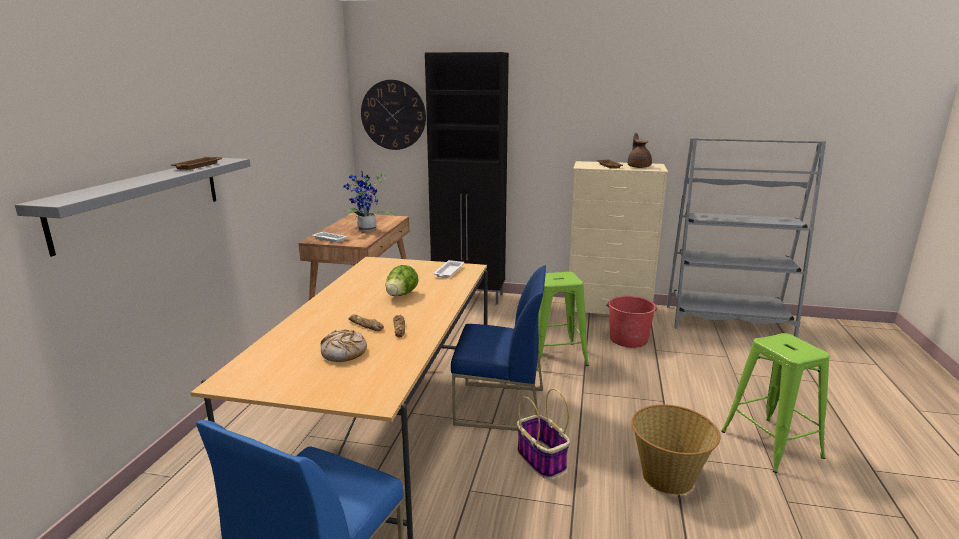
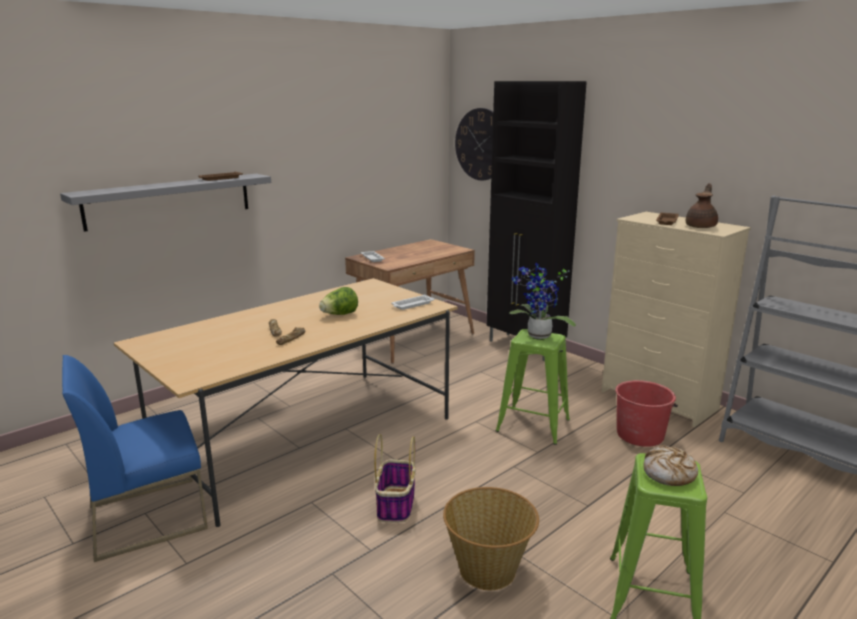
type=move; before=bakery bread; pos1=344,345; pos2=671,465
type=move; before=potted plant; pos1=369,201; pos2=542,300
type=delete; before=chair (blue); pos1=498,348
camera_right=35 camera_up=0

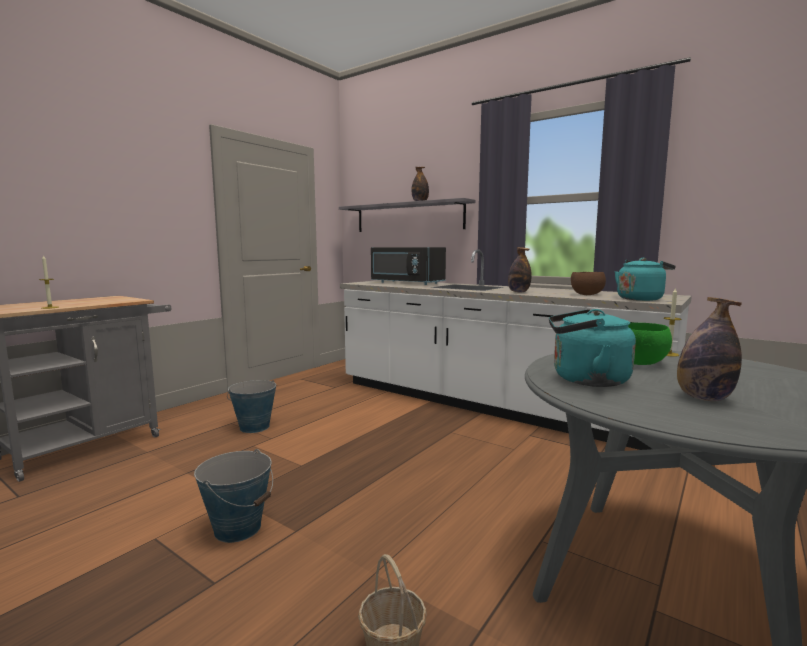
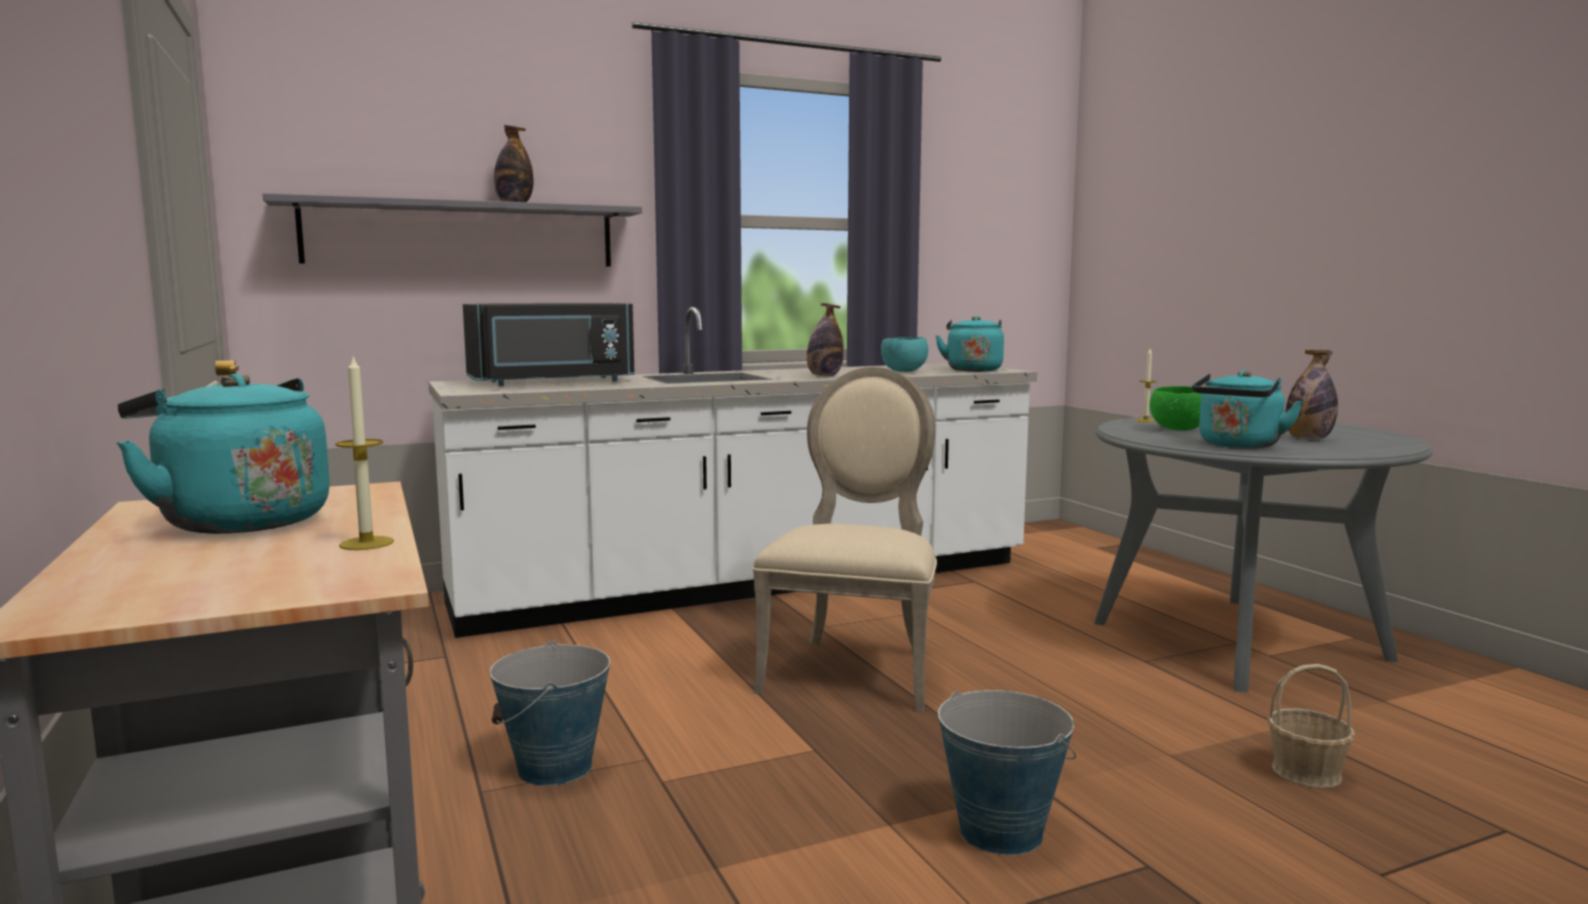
type=recolor; before=bowl (brown-coloured); after=bowl (turquoise-coloured); pos1=588,283; pos2=904,354
type=insert; after=kettle (turquoise-coloured); pos2=223,454
type=insert; after=chair (sand-coloured); pos2=844,539
camera_right=-60 camera_up=0

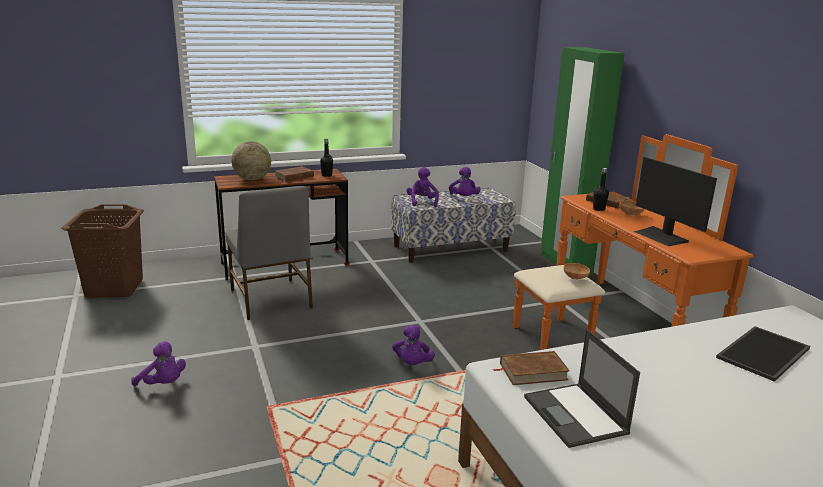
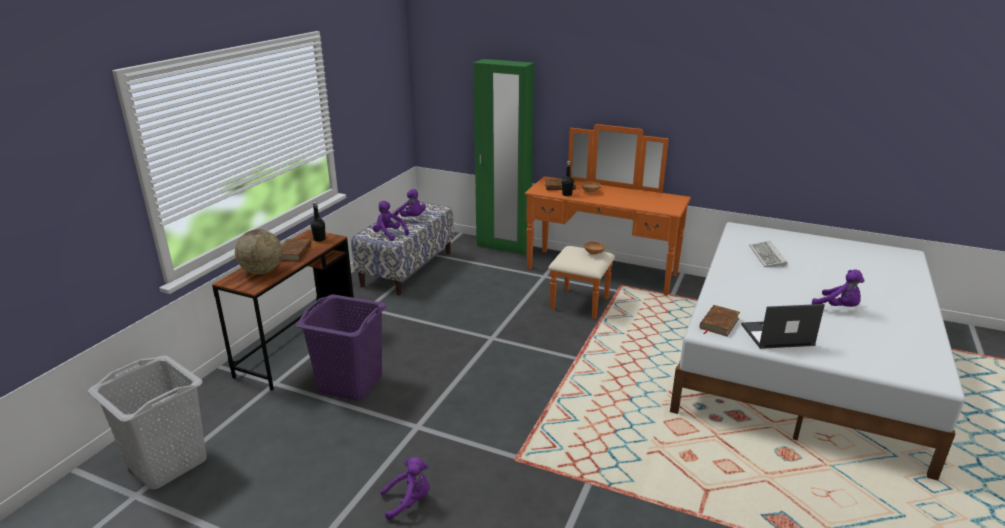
type=recolor; before=hamper (brown-coloured); after=hamper (gray); pos1=102,251; pos2=147,423
type=replace; before=chair (gray); after=hamper (purple-coloured); pos1=269,253; pos2=341,347
type=move; before=plush toy (purple-coloured); pos1=413,345; pos2=838,288
type=rotate; before=portable computer; pos1=582,388; pos2=783,326; turn=150
type=delete; before=monitor; pos1=675,202
type=replace; before=carrying tray; after=keyboard; pos1=763,354; pos2=768,254
camera_right=-45 camera_up=5

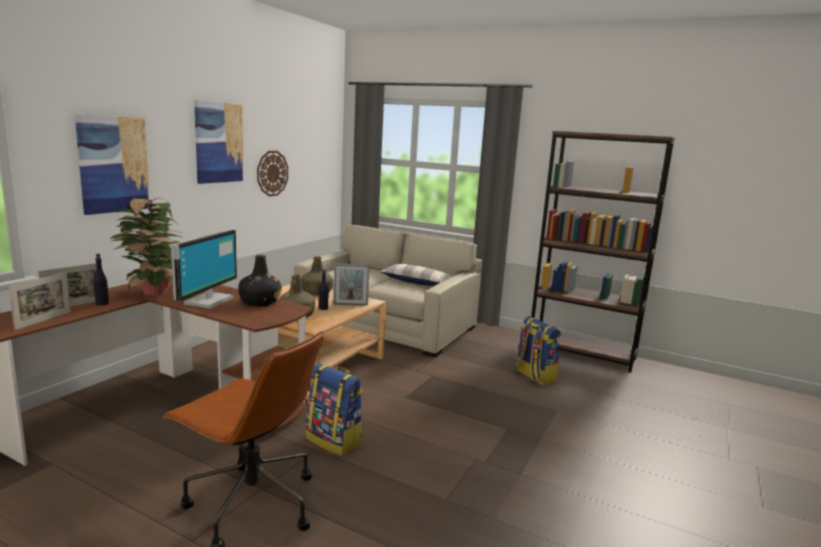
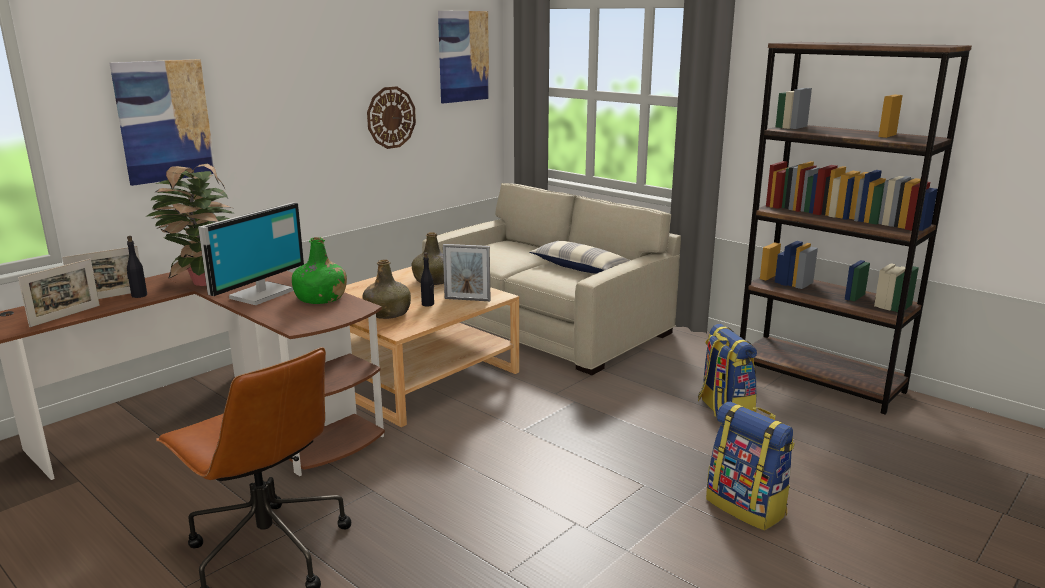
type=move; before=picture; pos1=219,142; pos2=463,57
type=recolor; before=drink bottle (black); after=drink bottle (greenish); pos1=260,281; pos2=319,270
type=move; before=rucksack; pos1=334,410; pos2=750,466
camera_right=15 camera_up=5

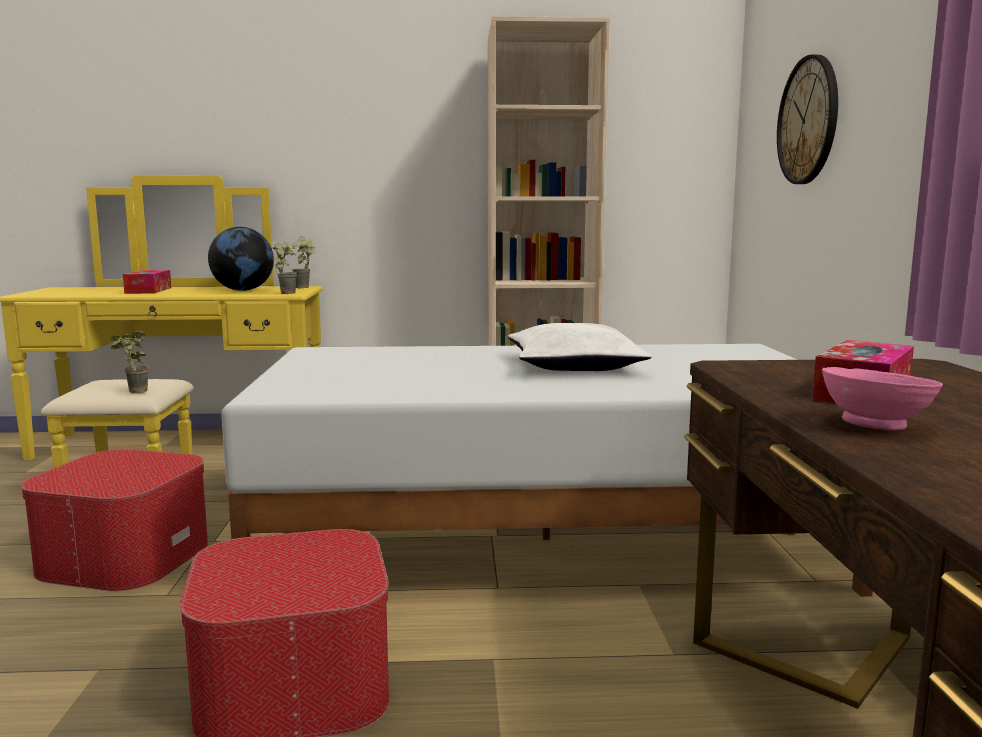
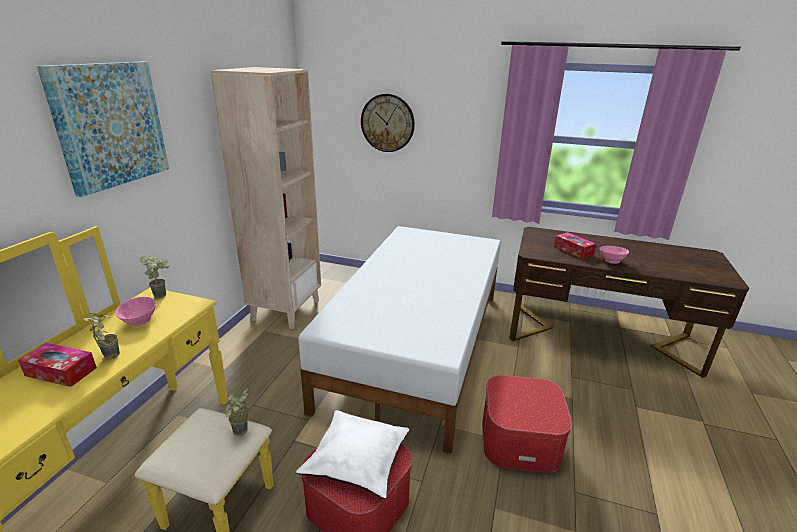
type=replace; before=world globe; after=bowl (pink); pos1=241,259; pos2=135,311
type=move; before=potted plant; pos1=284,266; pos2=101,336
type=move; before=cushion (whitish); pos1=580,347; pos2=353,454
type=insert; after=picture; pos2=103,129
camera_right=-70 camera_up=15

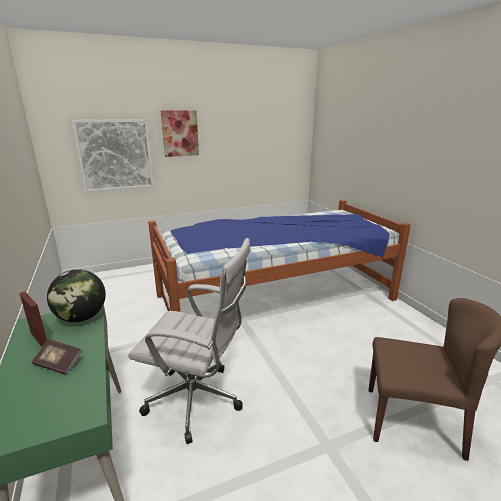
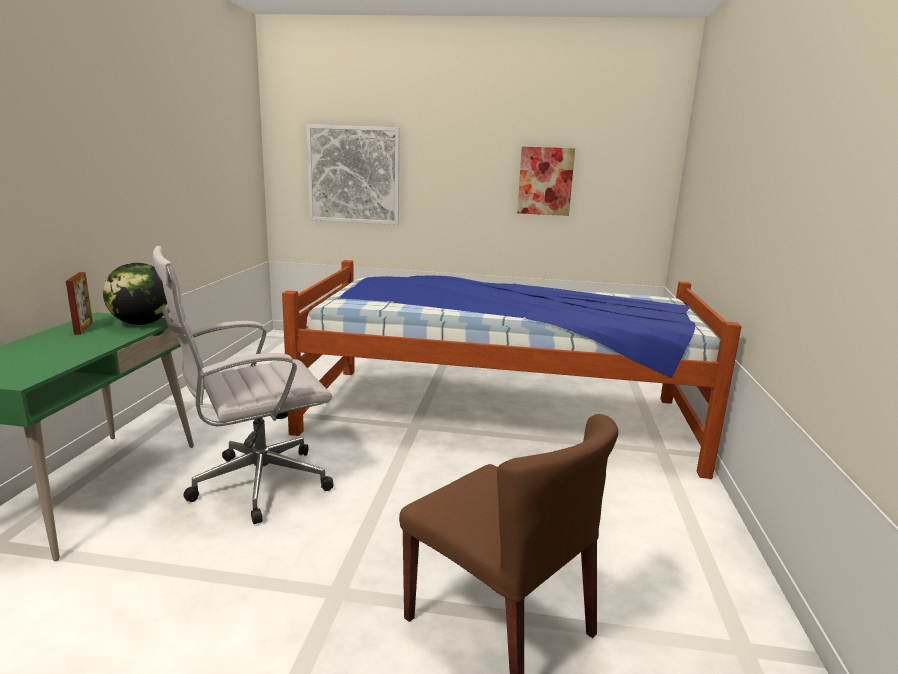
type=delete; before=bound book; pos1=57,357
type=rotate; before=desk chair (whitish); pos1=189,341; pos2=243,385; turn=105
type=move; before=picture; pos1=180,133; pos2=546,181
camera_right=30 camera_up=-5

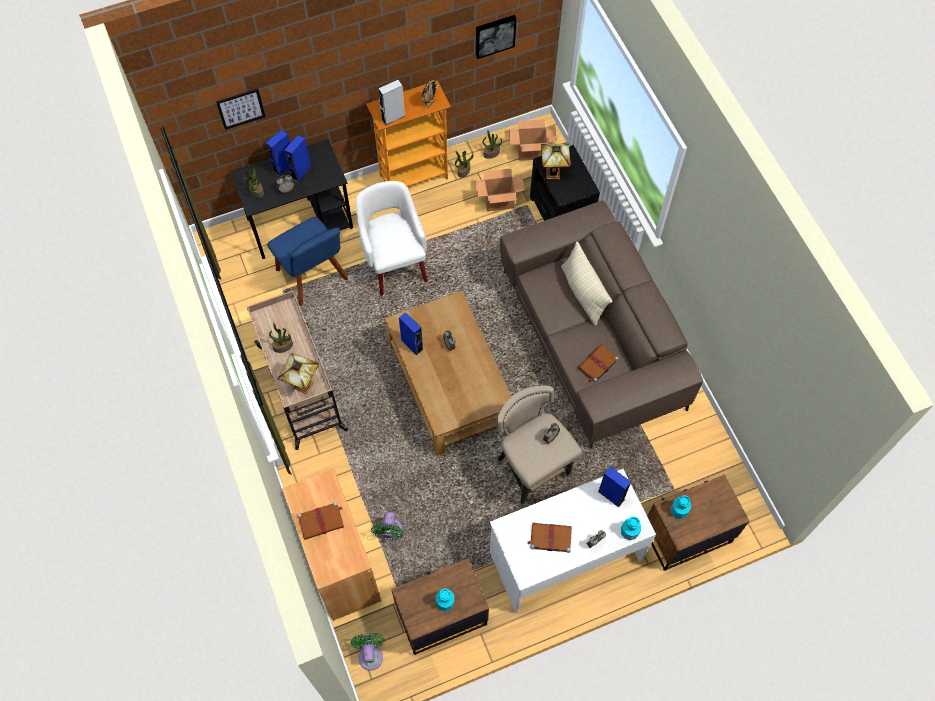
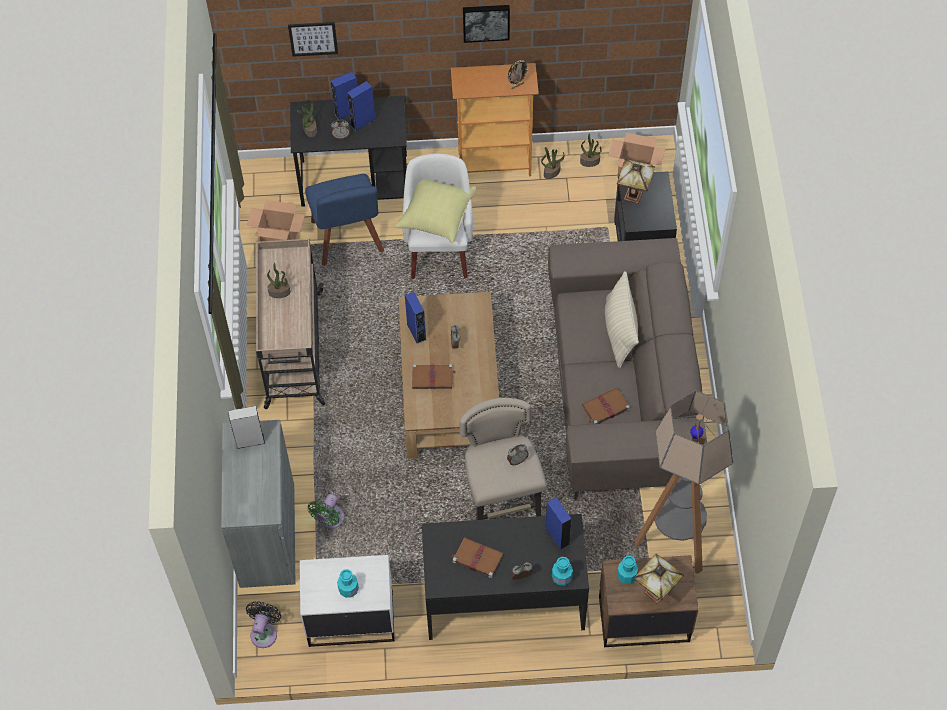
type=move; before=table lamp; pos1=298,373; pos2=659,579
type=recolor; before=cupboard (brown-coloured); after=cupboard (gray); pos1=331,545; pos2=258,504
type=move; before=bound book (brown-coloured); pos1=320,521; pos2=434,376
type=recolor; before=fan (greenish); after=fan (black); pos1=368,652; pos2=263,625
type=move; before=speaker (gray); pos1=391,102; pos2=247,427
type=recolor; before=night table (brown-coloured); after=night table (whitish); pos1=440,606; pos2=347,601
type=move; before=packing box; pos1=500,190; pos2=276,220
type=move; before=picture; pos1=496,37; pos2=486,24
type=recolor; before=desk unit (whitish); after=desk unit (black); pos1=573,541; pos2=505,577
type=insert; after=cushion (yellow-coloured); pos2=435,211
type=insert; after=standard lamp; pos2=684,482
camera_right=20 camera_up=-5

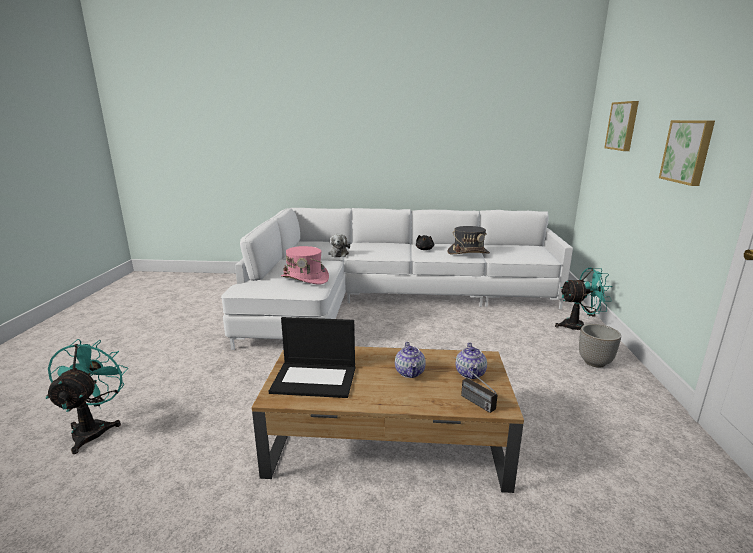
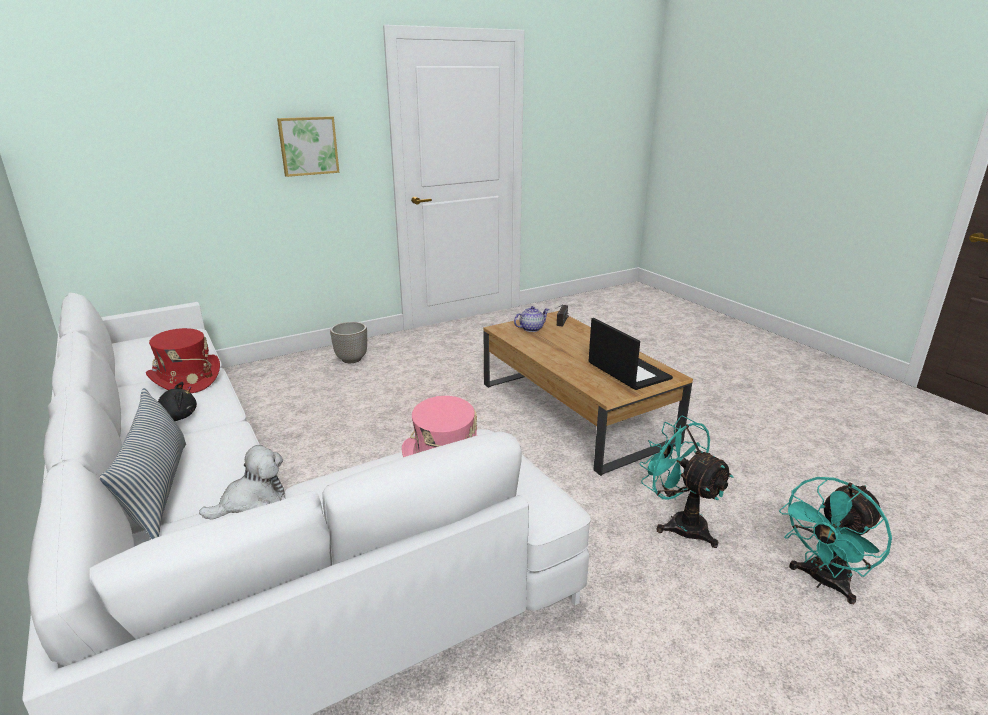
type=delete; before=pot for tea; pos1=410,360
type=recolor; before=hat (gray); after=hat (red); pos1=468,240; pos2=183,360
type=move; before=fan (turquoise-coloured); pos1=584,299; pos2=686,482
type=delete; before=picture; pos1=621,126
type=insert; after=cushion; pos2=142,463
camera_right=-125 camera_up=5

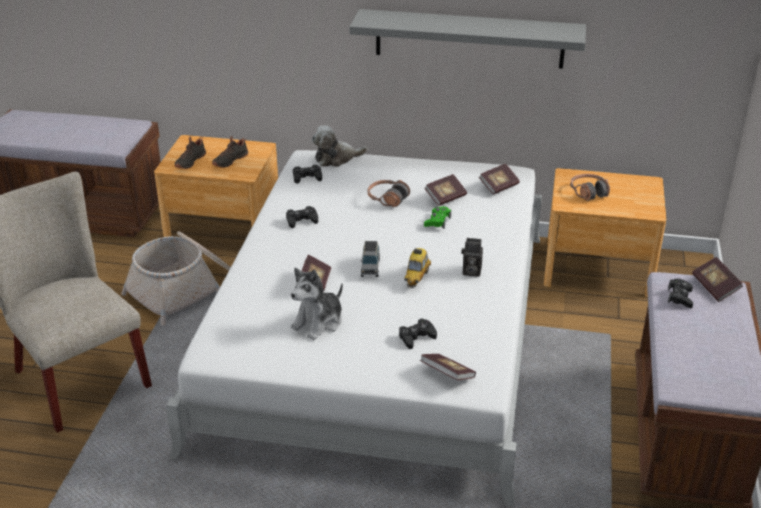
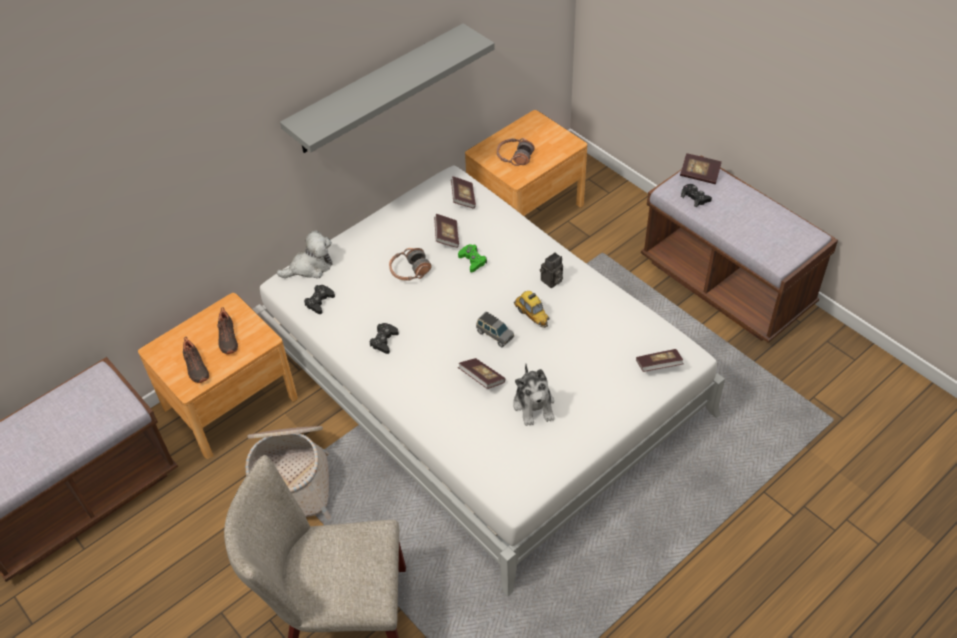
type=rotate; before=plush toy; pos1=339,146; pos2=304,254; turn=-135
type=delete; before=game controller (black); pos1=418,333
camera_right=-50 camera_up=15

